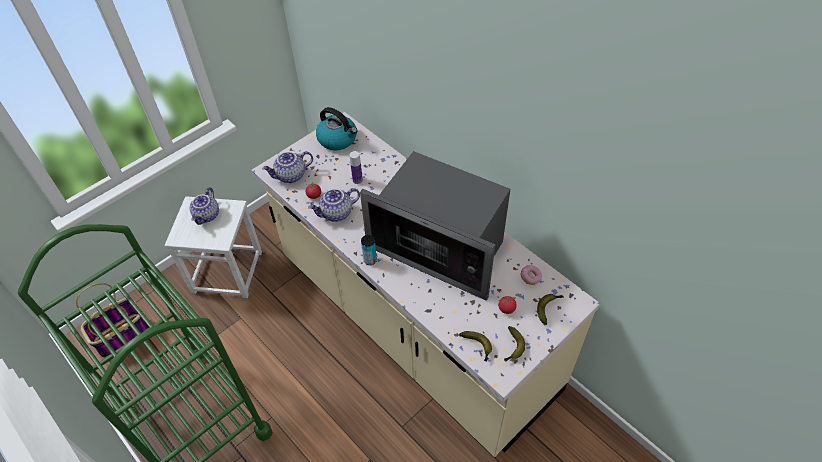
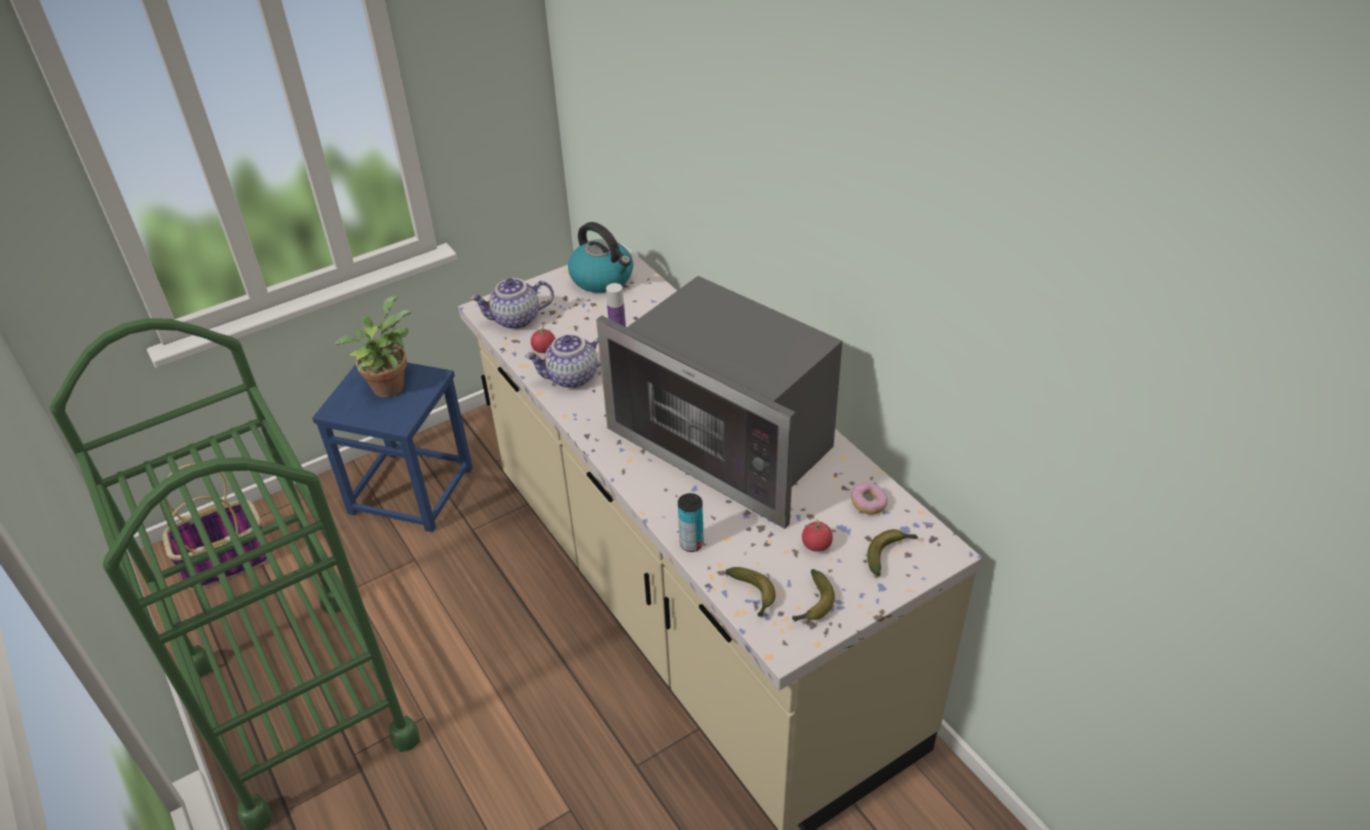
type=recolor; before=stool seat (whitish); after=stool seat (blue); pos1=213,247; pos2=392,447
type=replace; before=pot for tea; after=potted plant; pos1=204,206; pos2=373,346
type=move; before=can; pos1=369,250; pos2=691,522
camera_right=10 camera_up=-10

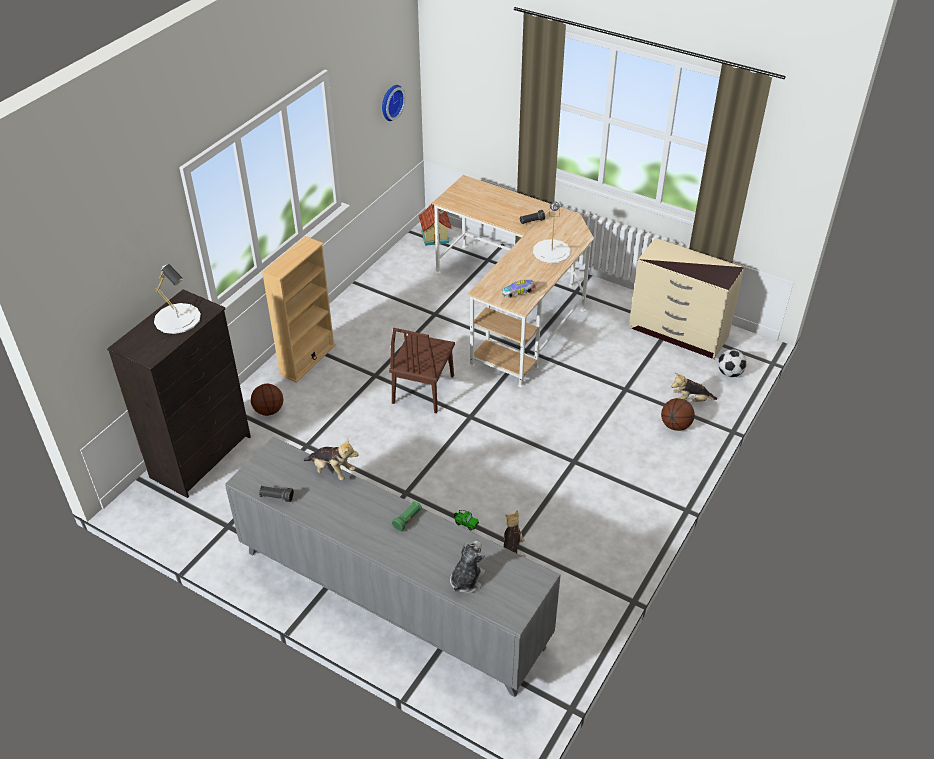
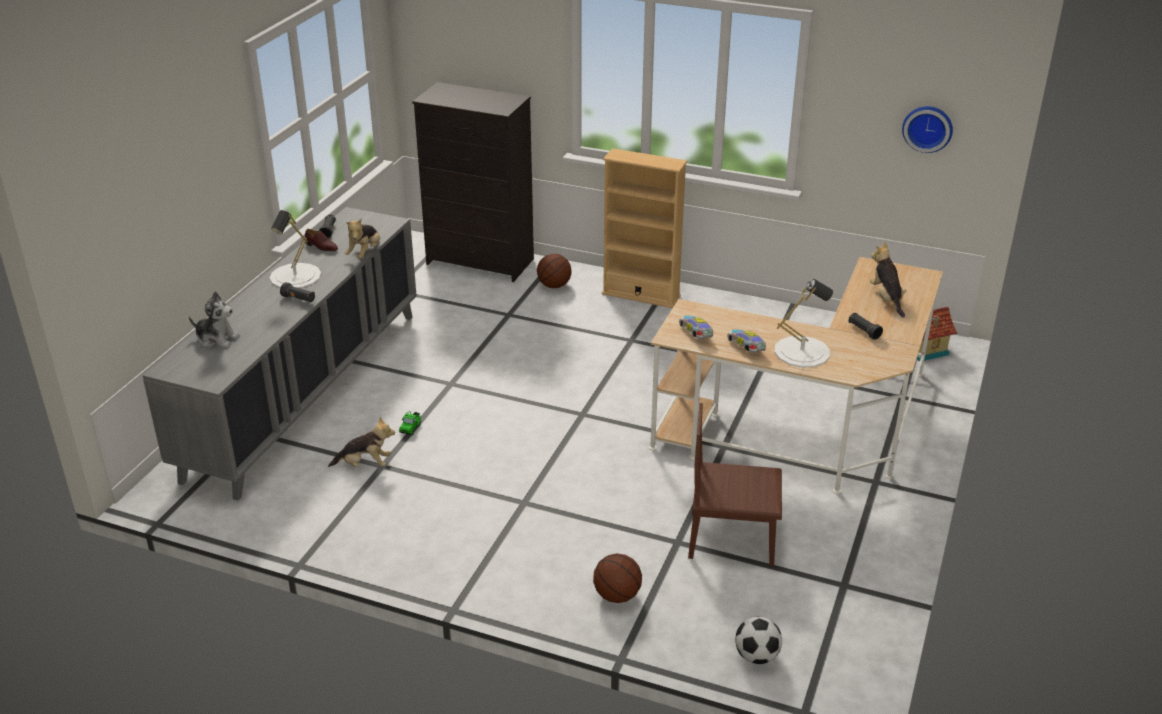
type=move; before=table lamp (whitish); pos1=177,299; pos2=295,249
type=move; before=chair (brown-coloured); pos1=422,370; pos2=735,484
type=recolor; before=hand torch (greenish); after=hand torch (black); pos1=407,516; pos2=297,292
type=delete; before=chest of drawers (sand-coloured); pos1=686,298
type=move; before=plush toy; pos1=694,387; pos2=888,280
type=insert; after=shoe (brown-coloured); pos2=321,240
type=insert; after=model car; pos2=746,340
camera_right=80 camera_up=-10

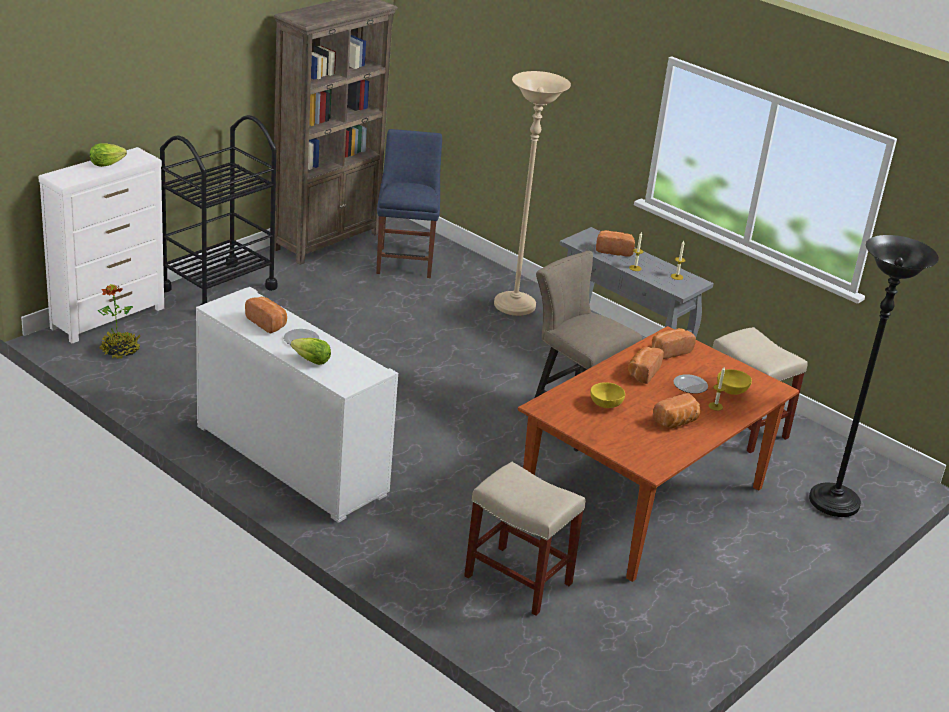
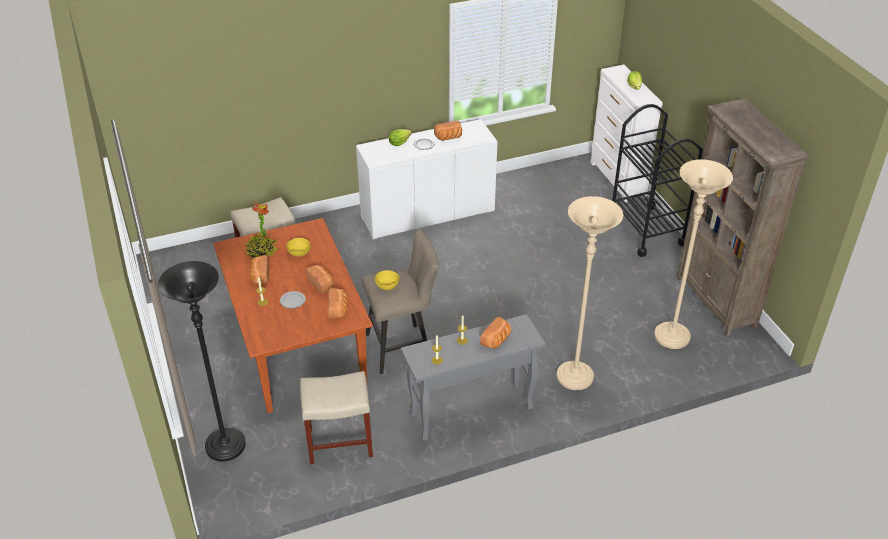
type=move; before=potted plant; pos1=119,321; pos2=261,230
type=replace; before=chair (blue); after=standard lamp (sand-coloured); pos1=409,203; pos2=693,254
type=move; before=bowl (yellow-coloured); pos1=734,382; pos2=387,280
camera_right=120 camera_up=10

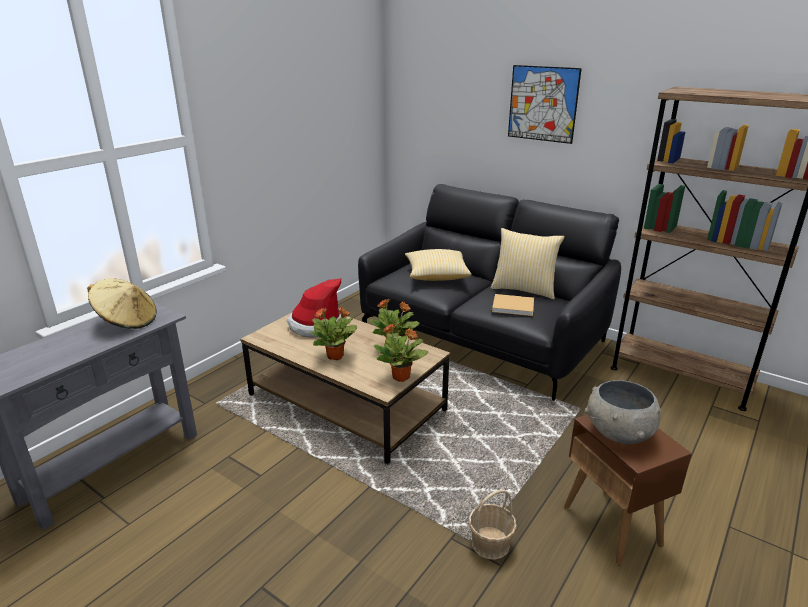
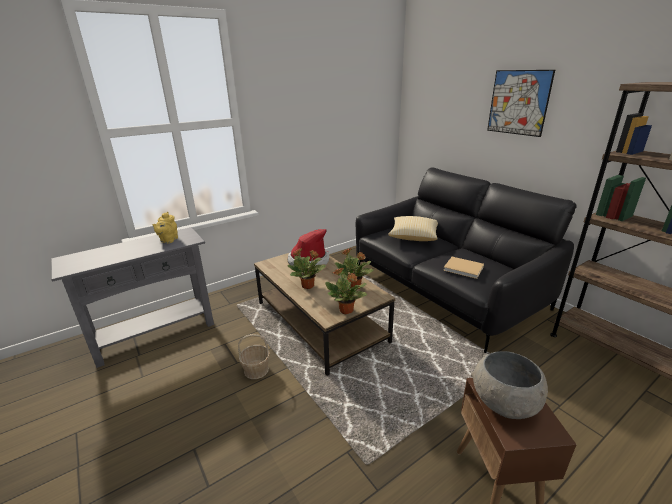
type=replace; before=hat (sand-coloured); after=pot for tea (yellow-coloured); pos1=122,303; pos2=165,227
type=move; before=household basket; pos1=493,524; pos2=254,356
type=delete; before=cushion; pos1=528,263
camera_right=20 camera_up=0

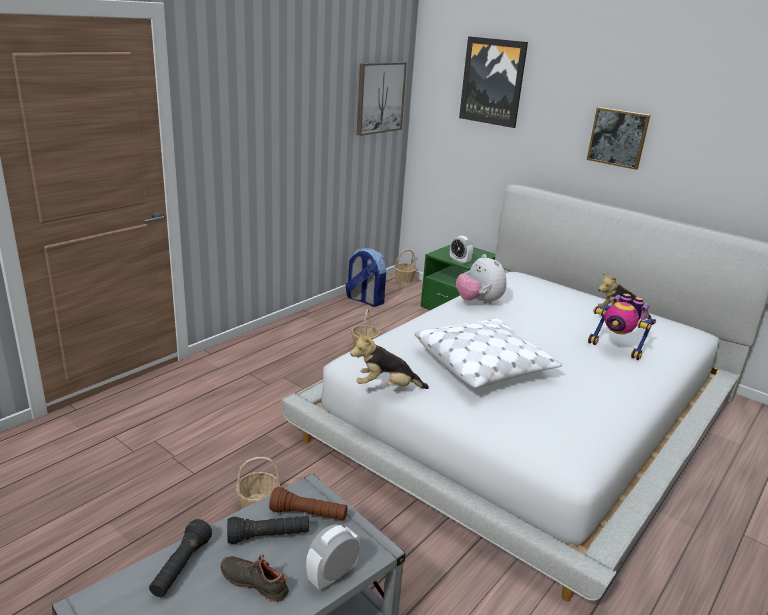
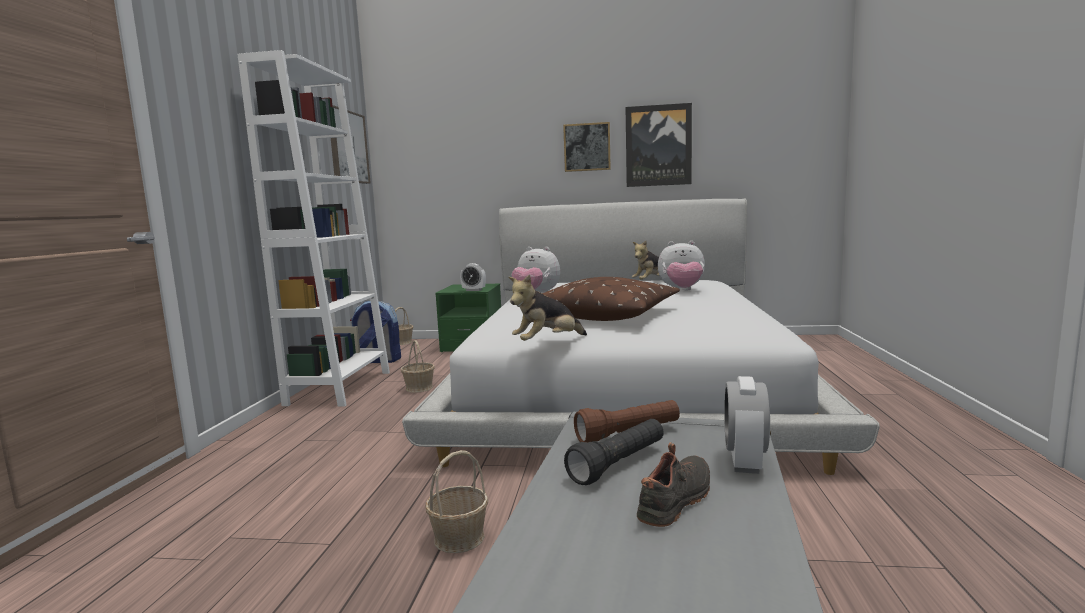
type=delete; before=hand torch (black); pos1=180,558
type=rotate; before=shoe (black); pos1=254,578; pos2=673,484; turn=135
type=recolor; before=cushion (whitish); after=cushion (brown-coloured); pos1=488,353; pos2=611,299
type=move; before=picture; pos1=493,82; pos2=659,145
type=replace; before=model robot; after=plush toy; pos1=622,326; pos2=681,265
type=insert; after=shelving unit (whitish); pos2=314,228
camera_right=-30 camera_up=-15

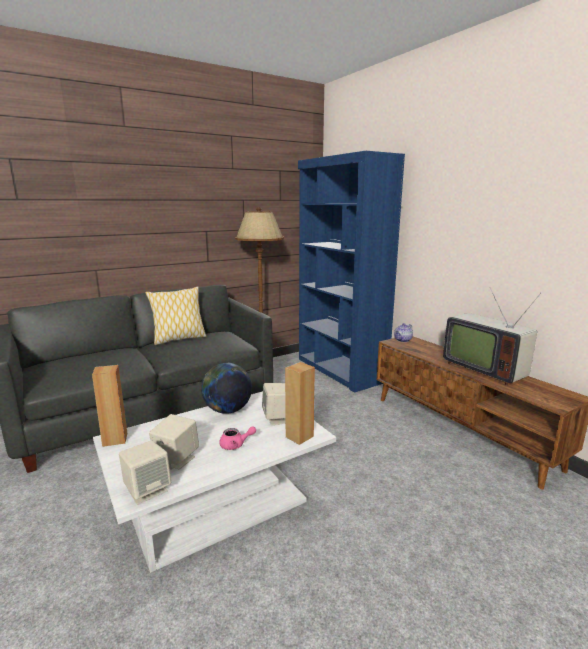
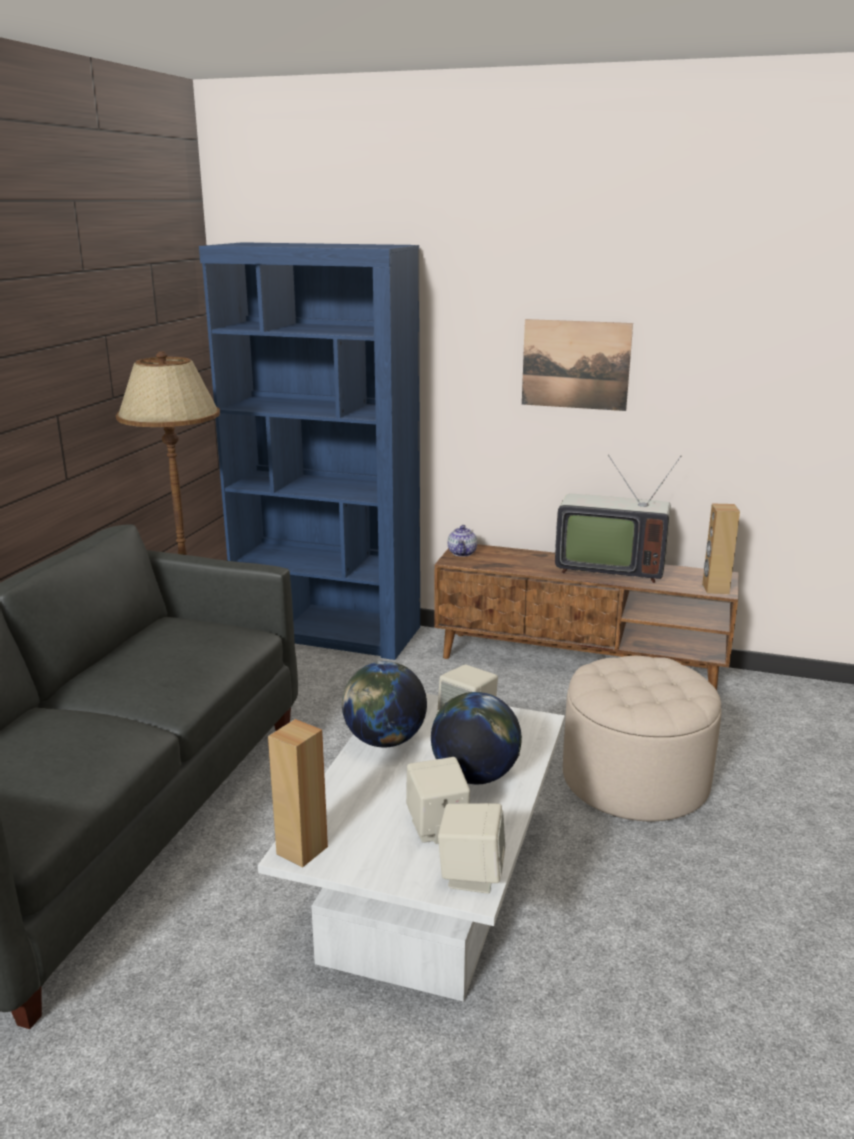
type=delete; before=cushion; pos1=176,316
type=replace; before=pot for tea (pink); after=world globe; pos1=237,438; pos2=476,738
type=move; before=speaker (brown-coloured); pos1=300,403; pos2=721,549
type=insert; after=picture; pos2=577,365
type=insert; after=footrest (sand-coloured); pos2=642,738
camera_right=-40 camera_up=5

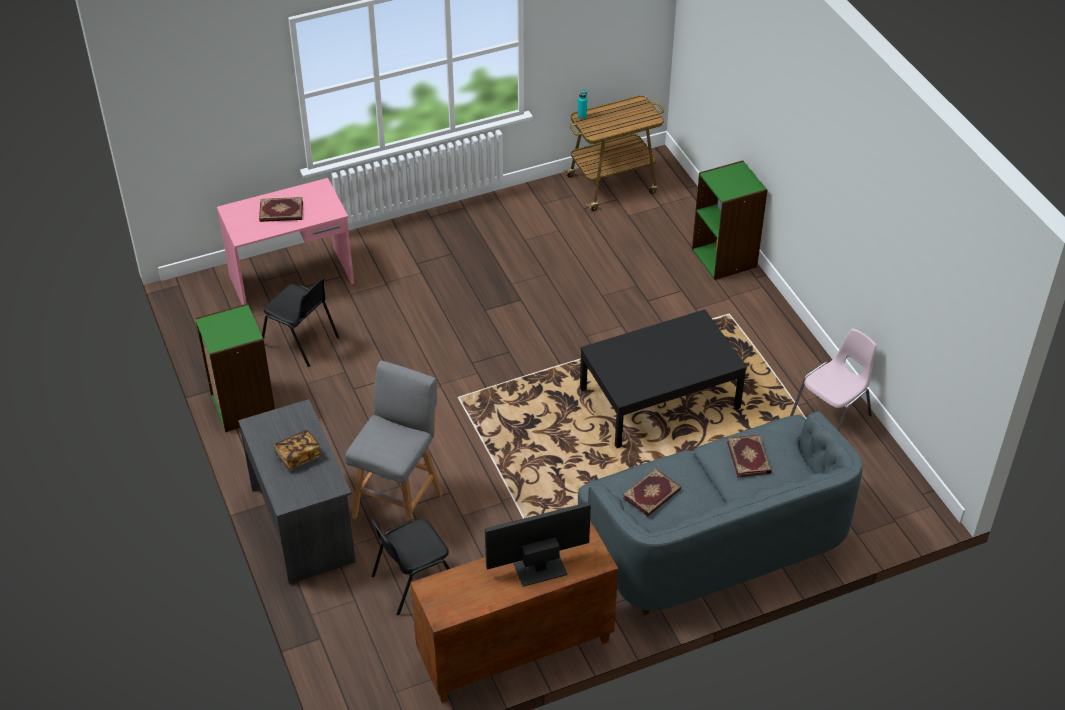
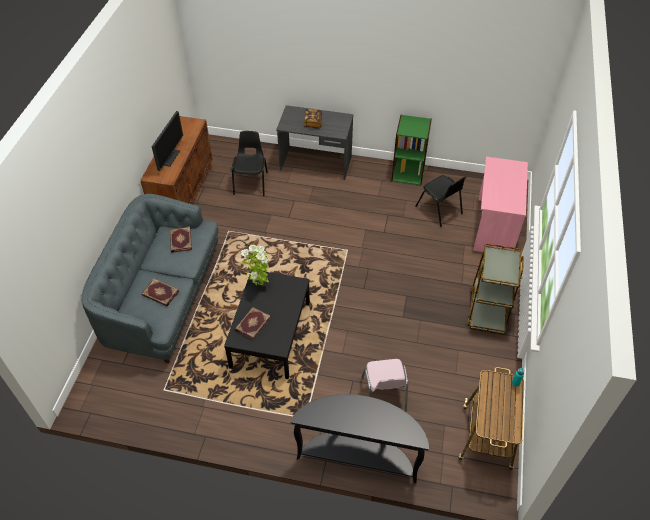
type=move; before=bound book; pos1=281,209; pos2=253,323
type=rotate; before=chair (black); pos1=300,322; pos2=440,201; turn=-105
type=delete; before=stool seat (gray); pos1=394,441
type=replace; before=shelving unit (greenish); after=console table (black); pos1=730,220; pos2=359,438
type=move; before=chair (pink); pos1=833,379; pos2=384,386
type=insert; after=potted plant; pos2=255,265
type=insert; after=trolley (brown-coloured); pos2=495,288
camera_right=125 camera_up=5

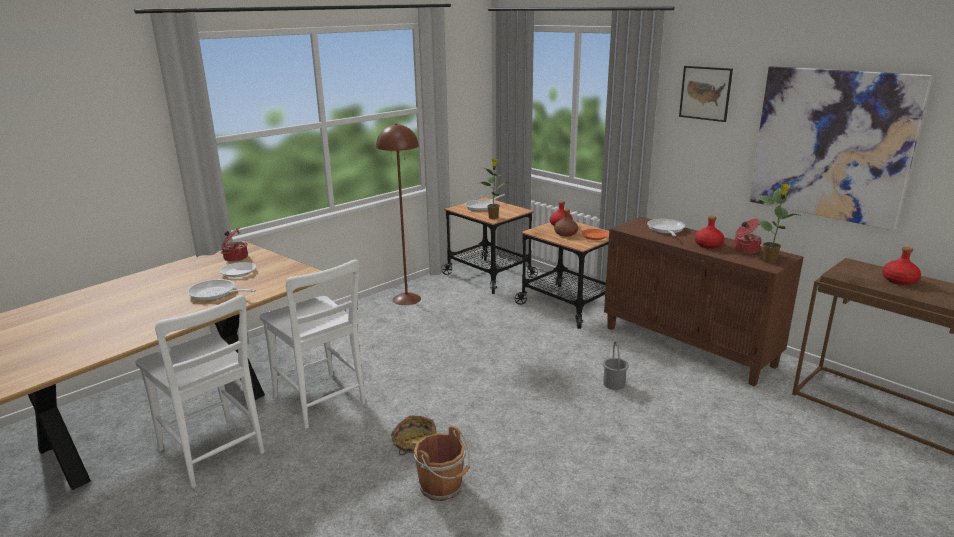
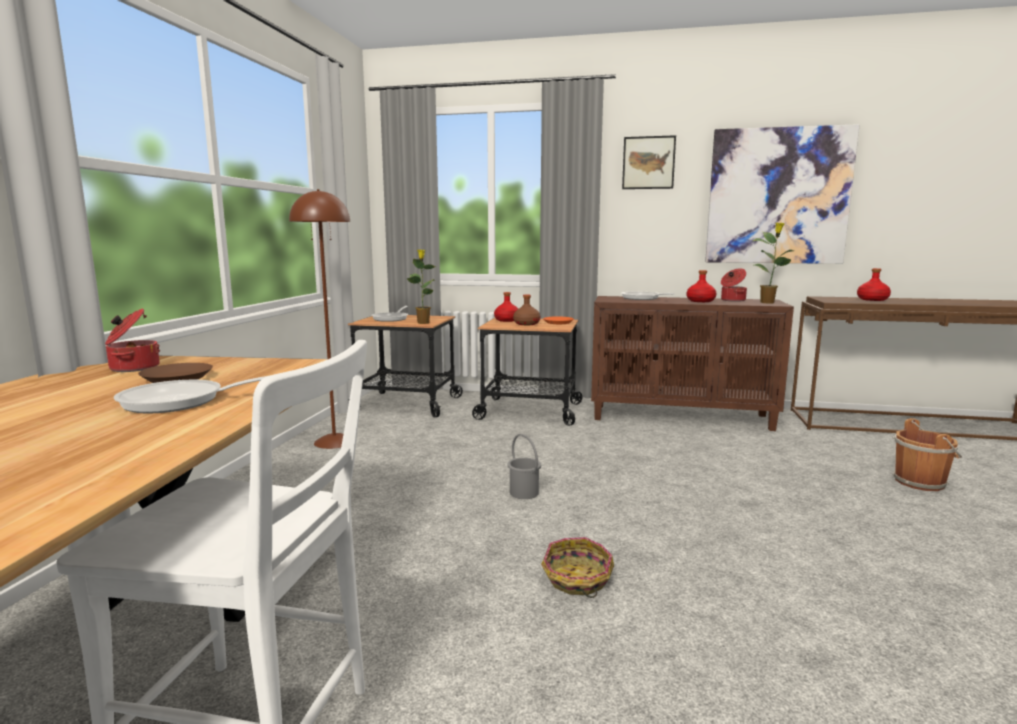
type=recolor; before=flat dish (whitish); after=flat dish (brown-coloured); pos1=238,269; pos2=175,373
type=delete; before=chair (whitish); pos1=313,344
type=move; before=bucket (brown-coloured); pos1=442,463; pos2=927,454
type=move; before=bucket (gray); pos1=616,366; pos2=524,466
camera_right=-35 camera_up=-10

